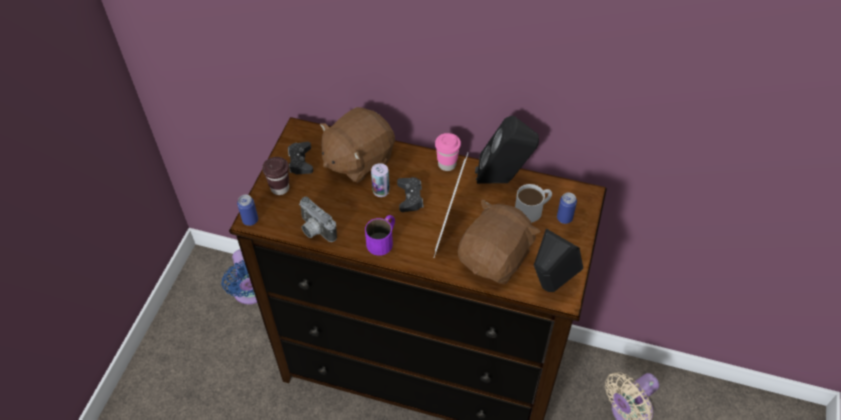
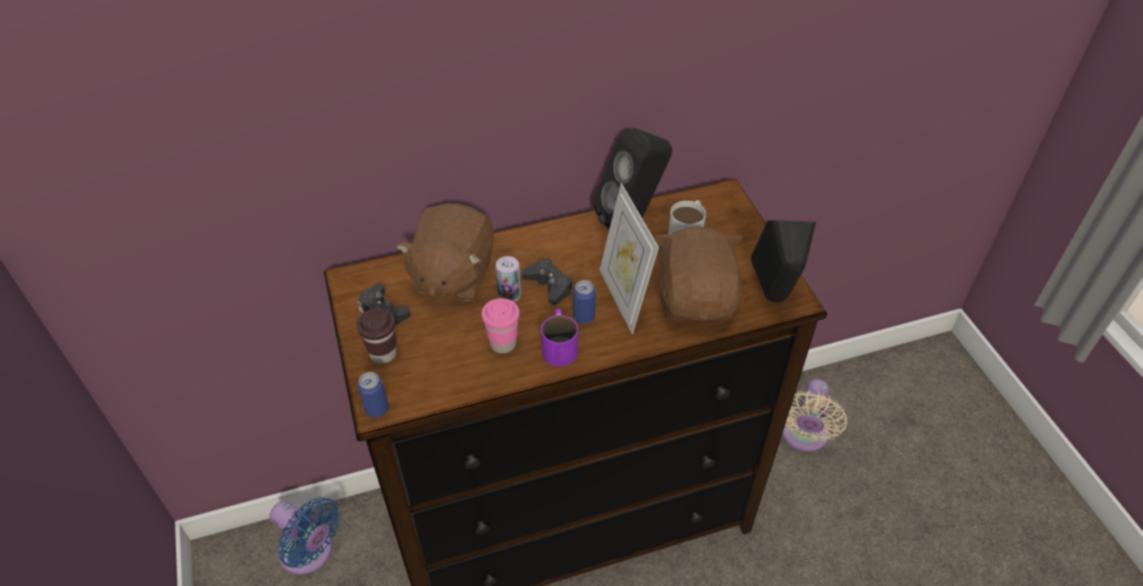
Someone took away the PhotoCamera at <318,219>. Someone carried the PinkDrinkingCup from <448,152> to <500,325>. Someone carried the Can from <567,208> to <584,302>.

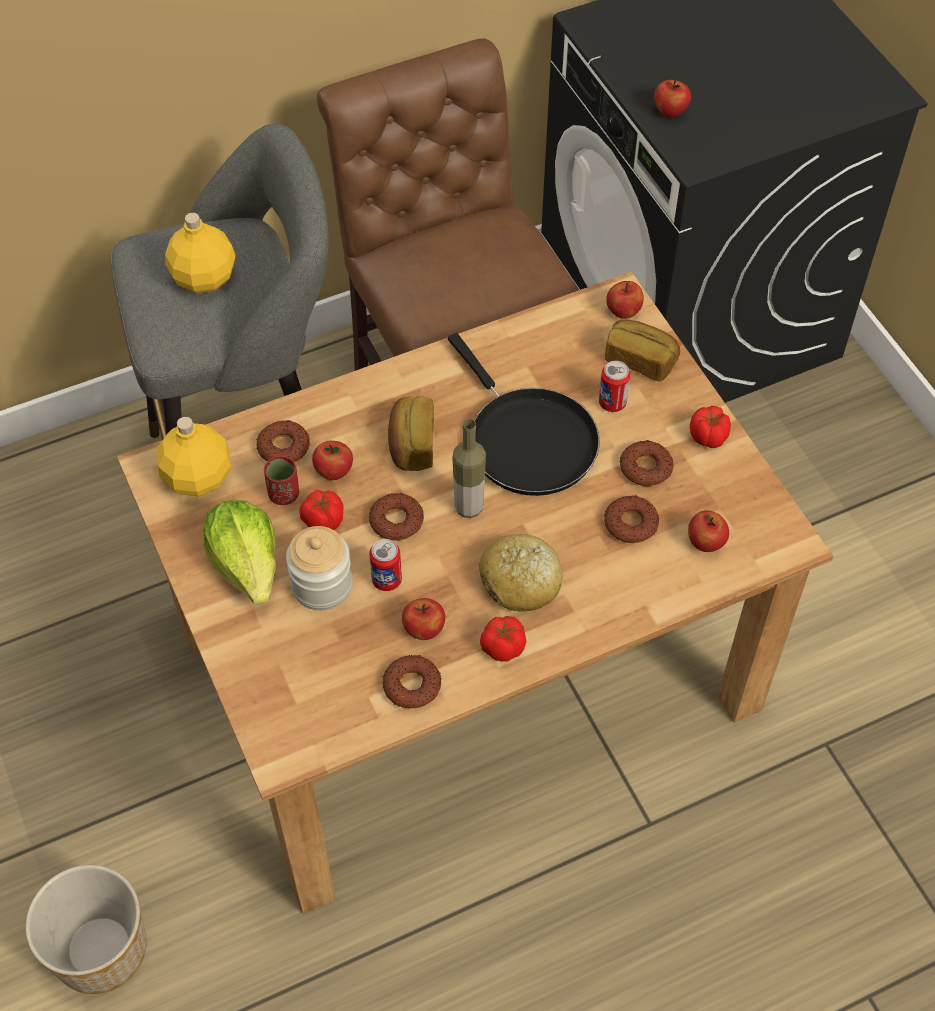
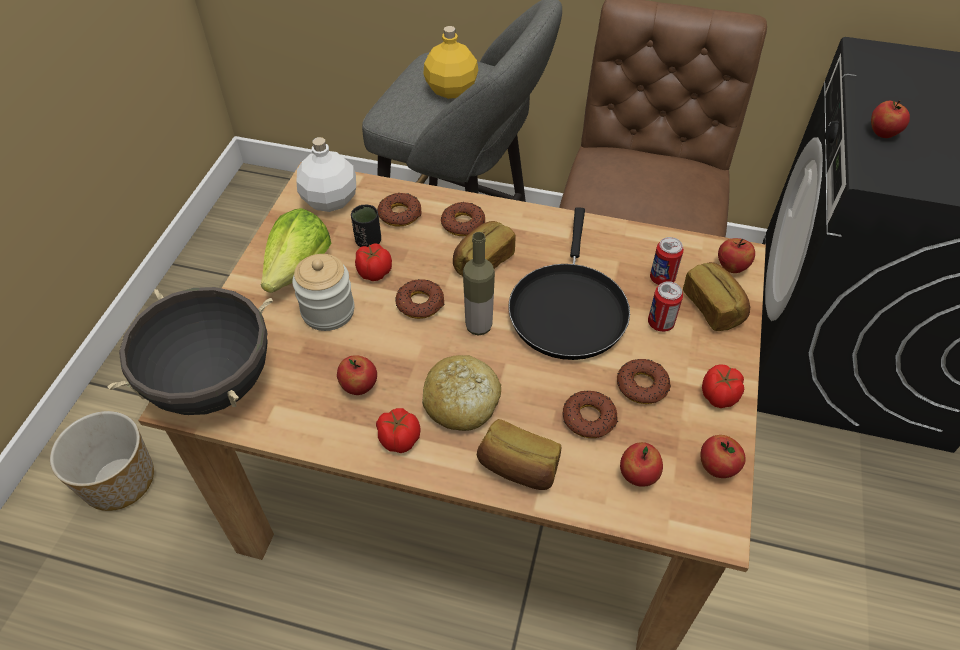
Someone repainted the YellowishBottle at <194,457>, which became the WhiteBottle at <326,174>. Someone repainted the RedDrinkingCup at <281,480>, which became the BlackColouredDrinkingCup at <366,225>. Someone carried the Apple from <332,460> to <723,456>. Someone carried the Can from <385,565> to <667,261>. Someone carried the RingDoughnut from <412,681> to <463,219>. Someone put down the BlackColouredStockpot at <190,351>. Someone put down the BakeryBread at <519,454>.

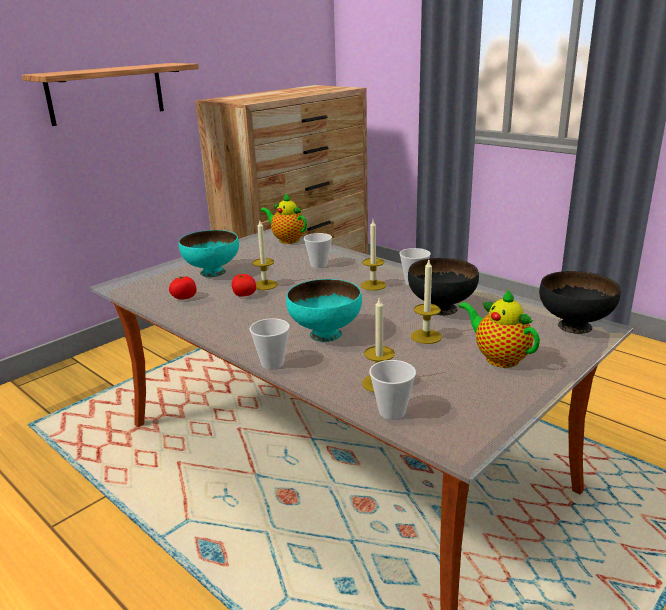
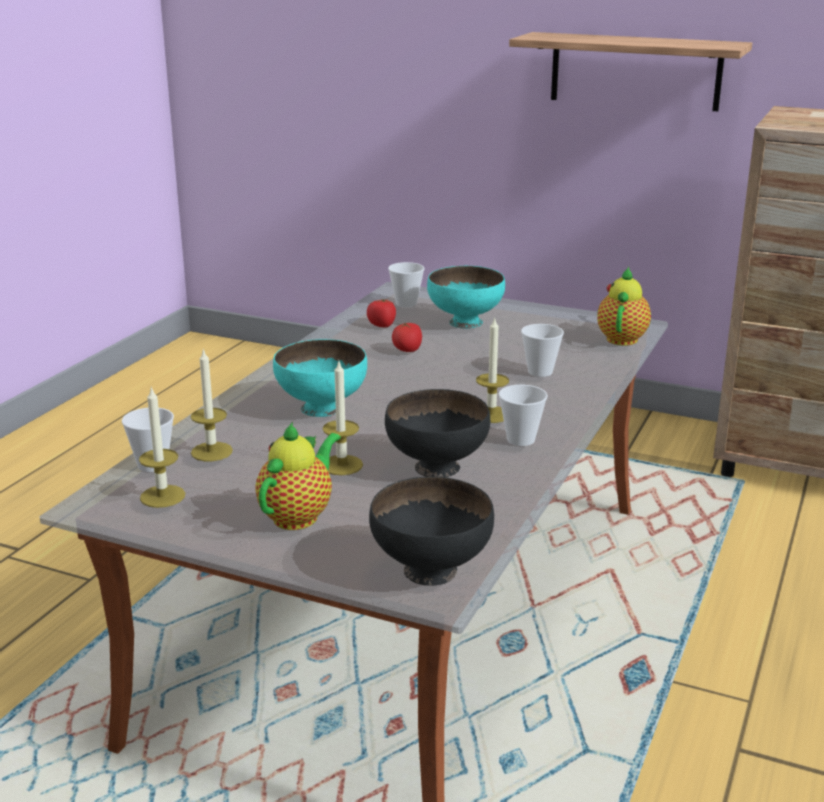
Someone carried the DrinkingCup from <269,343> to <406,284>. Someone carried the WaxCandle from <265,255> to <162,447>.

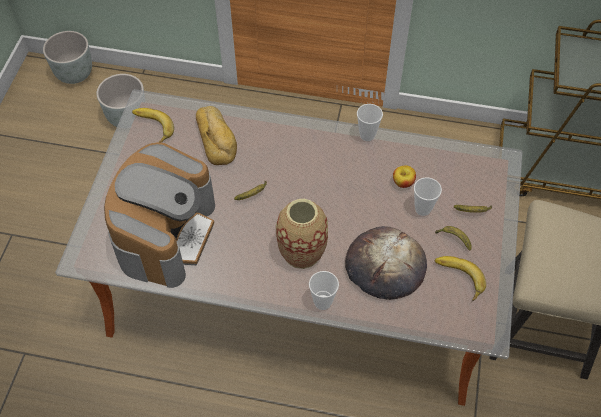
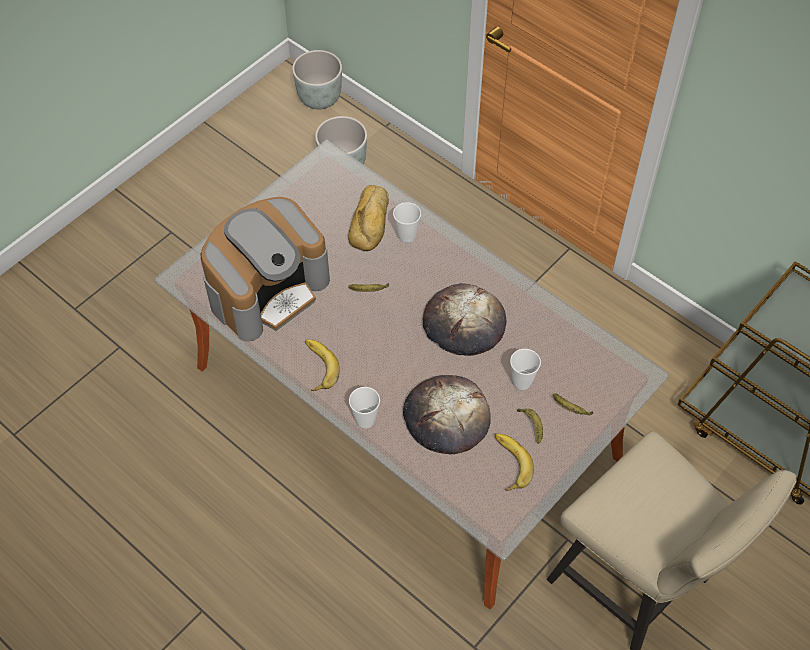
Someone carried the BananaFruit from <153,125> to <322,365>. Someone took away the Vase at <302,234>. Someone carried the DrinkingCup from <370,122> to <407,222>. Someone took away the Apple at <404,177>. Someone put down the BakeryBread at <465,319>.

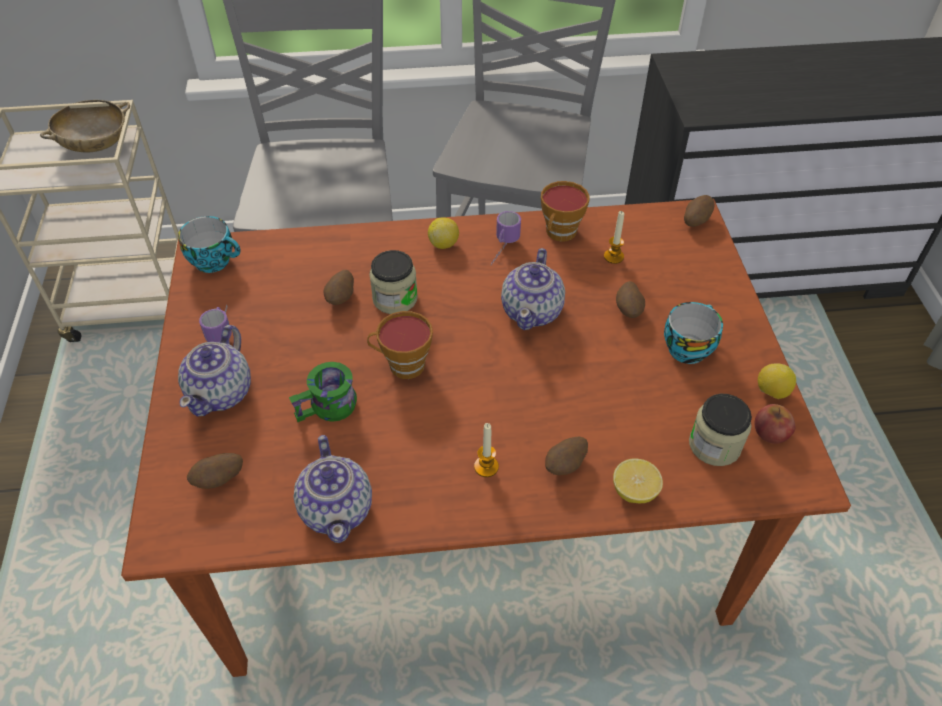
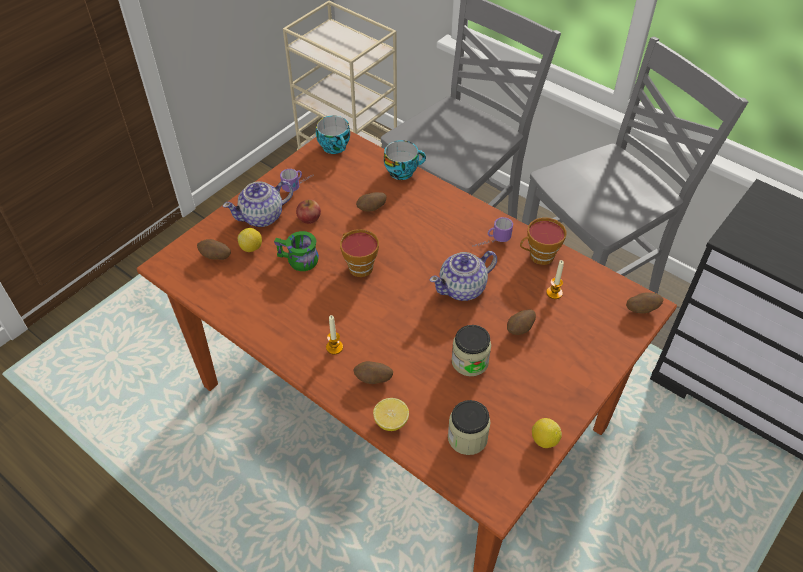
Someone took away the BeigeColouredDeepDish at <85,126>. Someone took away the TeaPot at <332,489>. Someone carried the StorageJar from <393,282> to <471,350>. Someone carried the WholeLemon from <443,233> to <250,240>. Someone carried the DrinkingCup from <693,333> to <405,160>. Someone carried the Apple from <775,424> to <308,211>.

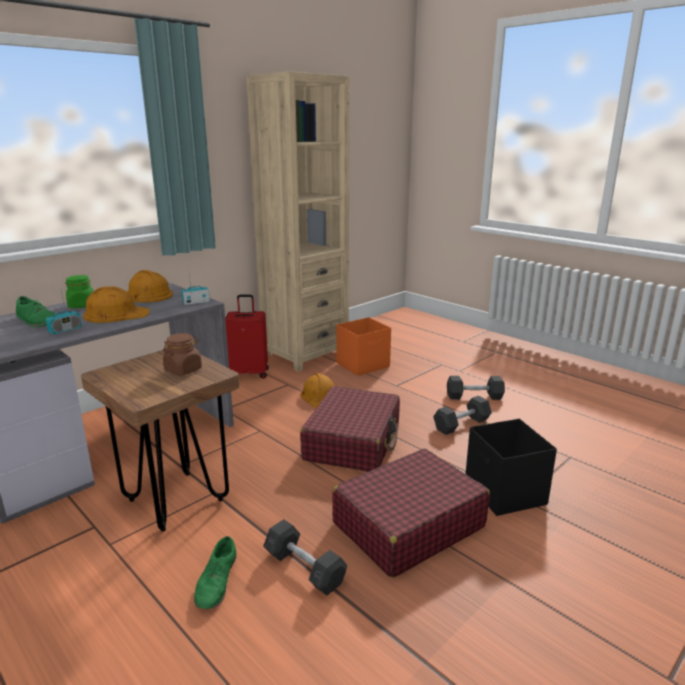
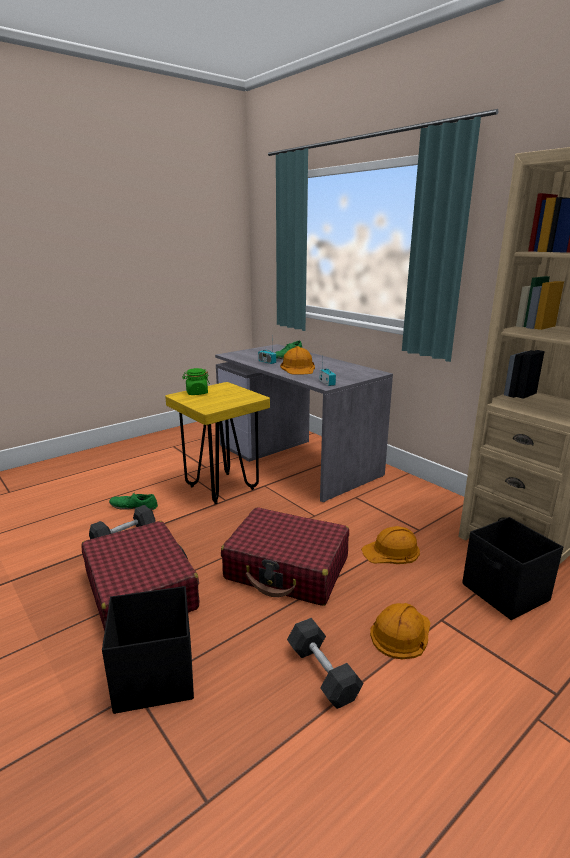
Someone carried the GreenStorageJar from <79,291> to <196,381>. Someone repainted the BrownSittingStool at <160,440>, which became the YellowishSittingStool at <217,443>. Someone carried the OrangeColouredWorkHelmet from <150,286> to <400,631>. Someone took away the BrownStorageJar at <182,354>. Someone took away the RedPieceOfLuggage at <247,337>. Someone repainted the OrangeColouredStorageContainer at <363,346>, which became the BlackColouredStorageContainer at <512,568>. Someone took away the GreyFreeWeight at <476,388>.

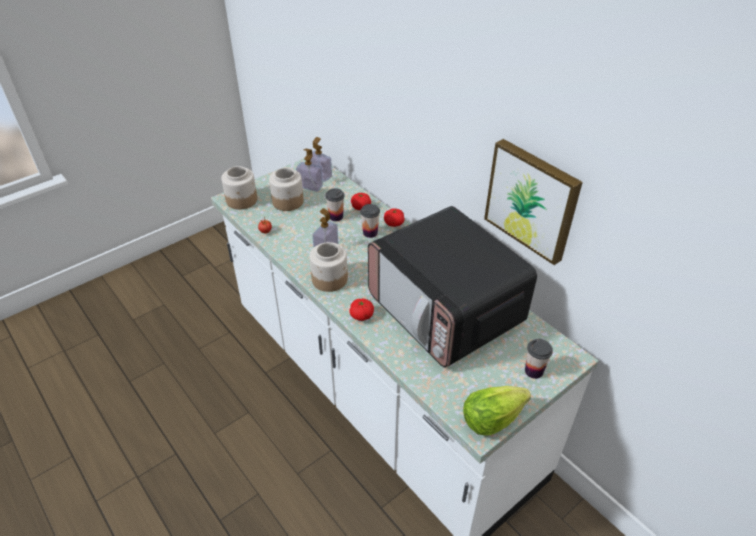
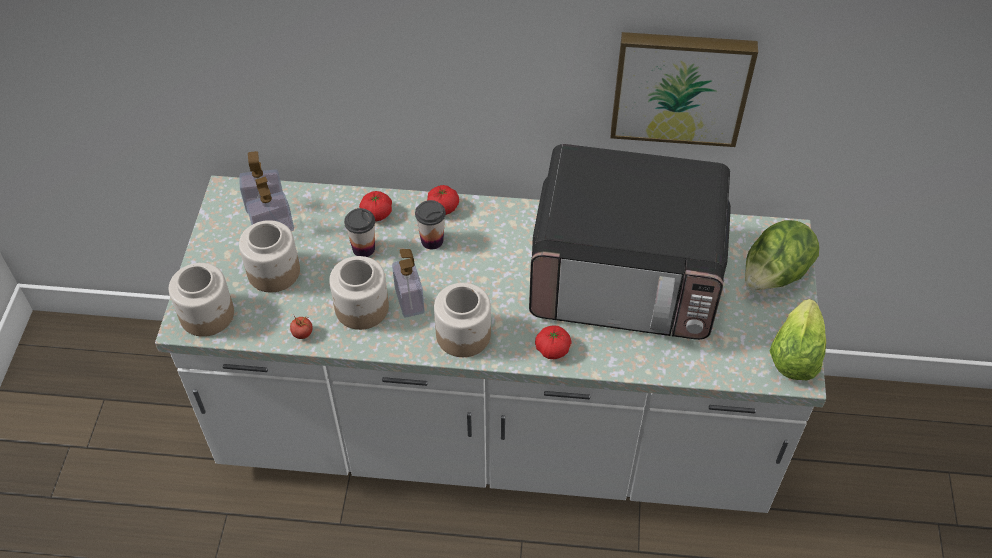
Someone swapped the DrinkingCup at <539,359> for the HeadOfLettuce at <782,255>. Someone put down the StorageJar at <359,293>.

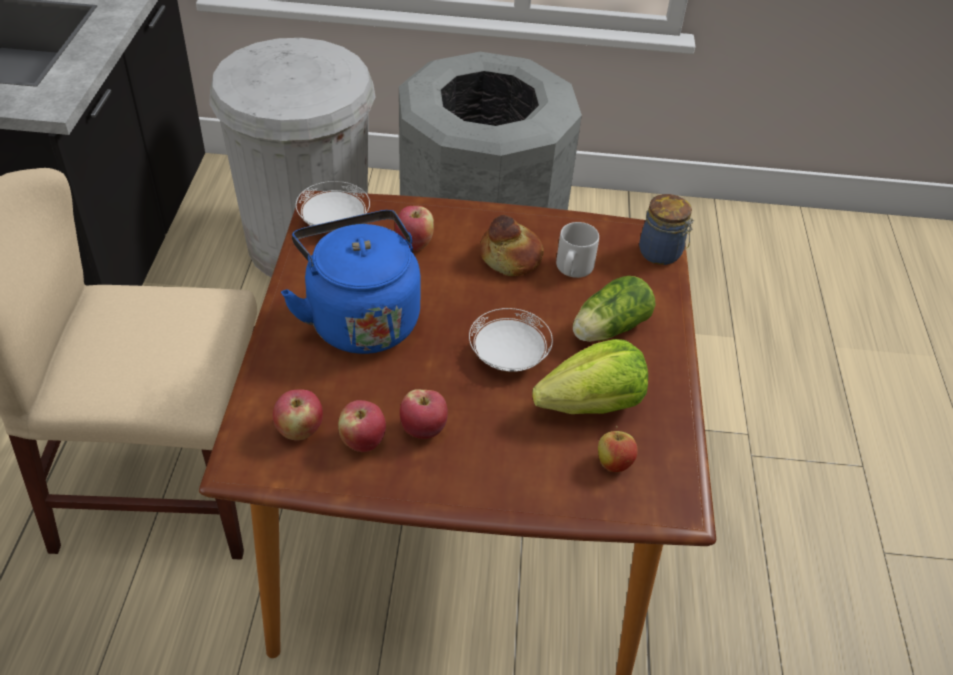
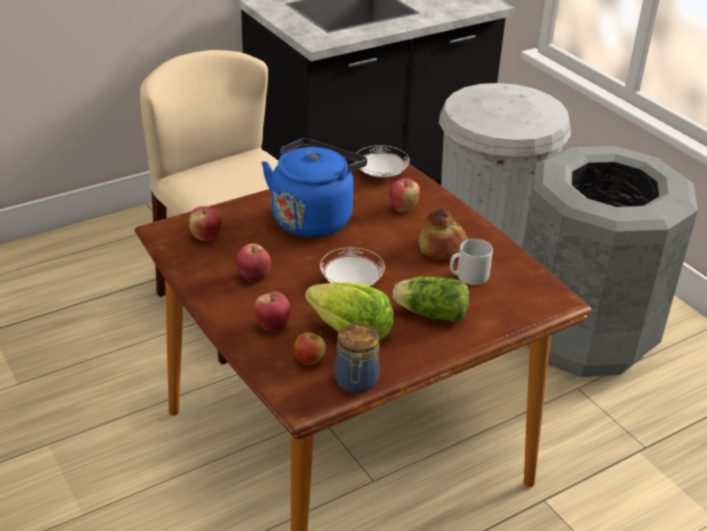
Someone carried the Apple from <362,426> to <273,311>. Someone carried the StorageJar from <666,229> to <357,358>.

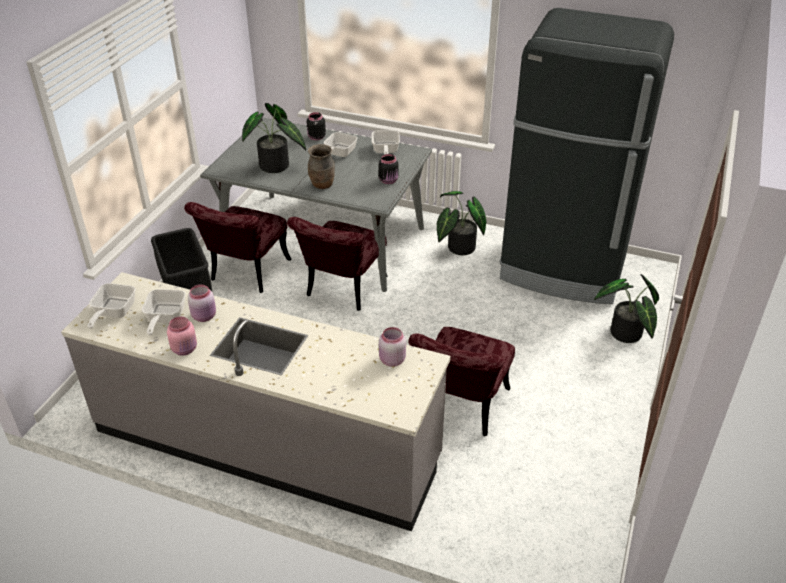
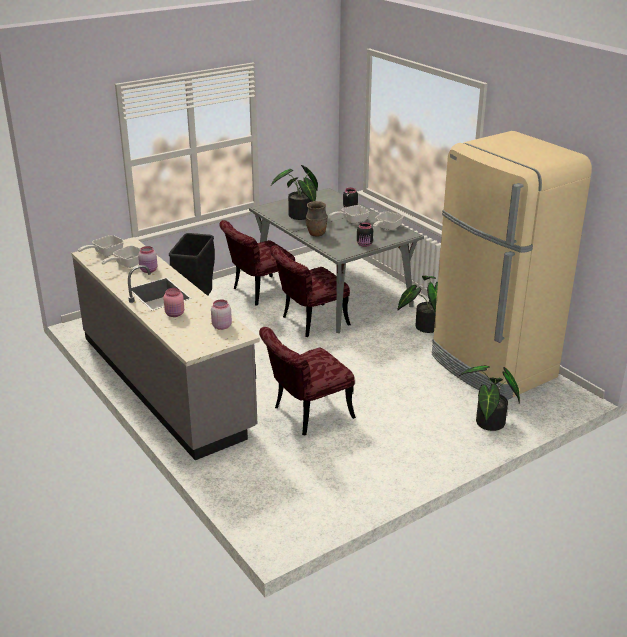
Someone carried the PinkStorageJar from <182,335> to <173,302>. Someone repainted the BlackColouredFridge at <586,156>, which became the BeigeColouredFridge at <512,265>.

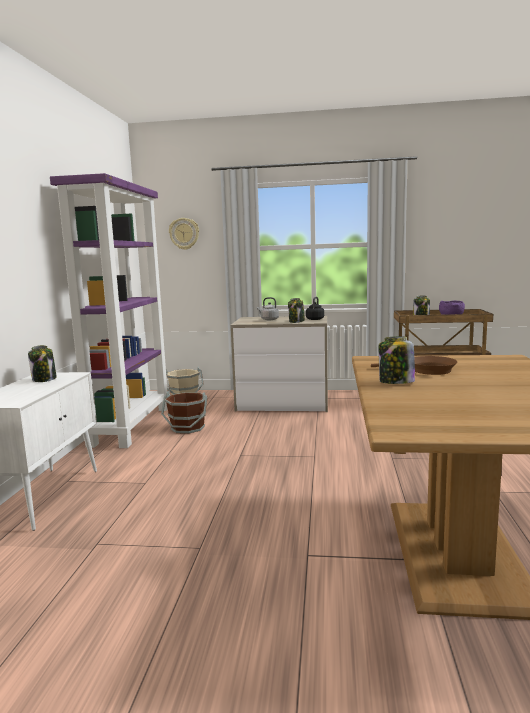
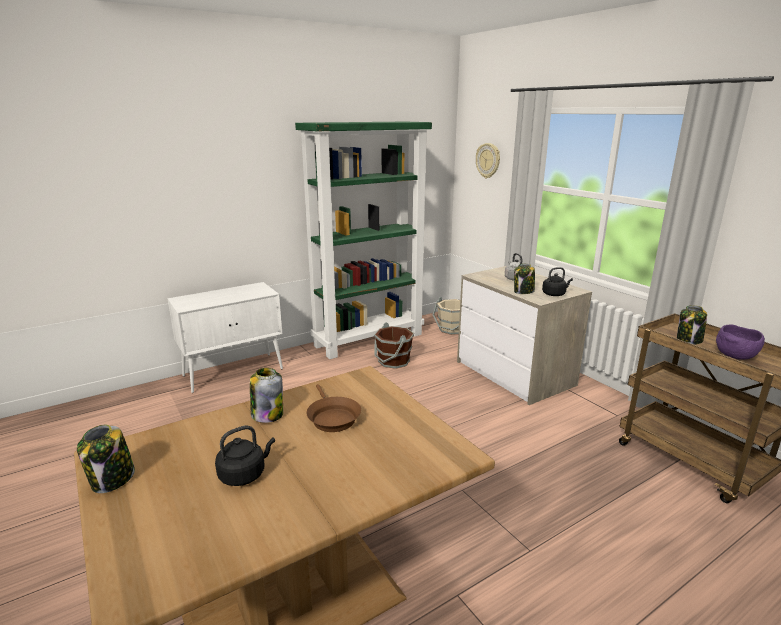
Someone carried the StorageJar from <42,363> to <106,459>. Someone repainted the PurpleShelvingUnit at <110,310>, which became the GreenShelvingUnit at <363,240>. Someone put down the BlackColouredWaterKettle at <245,455>.

